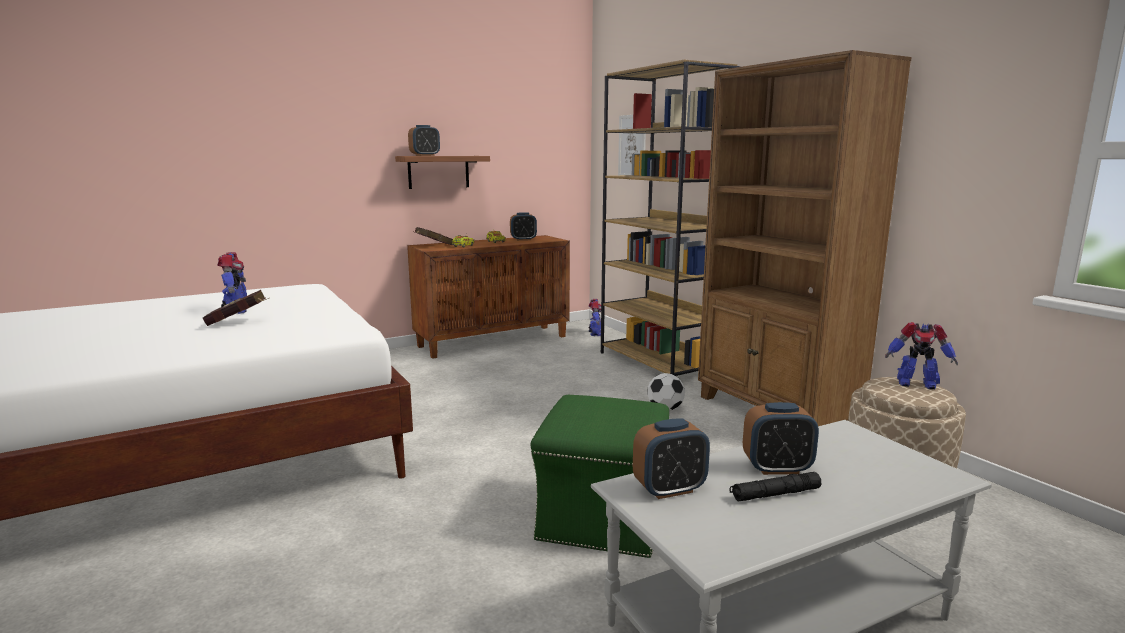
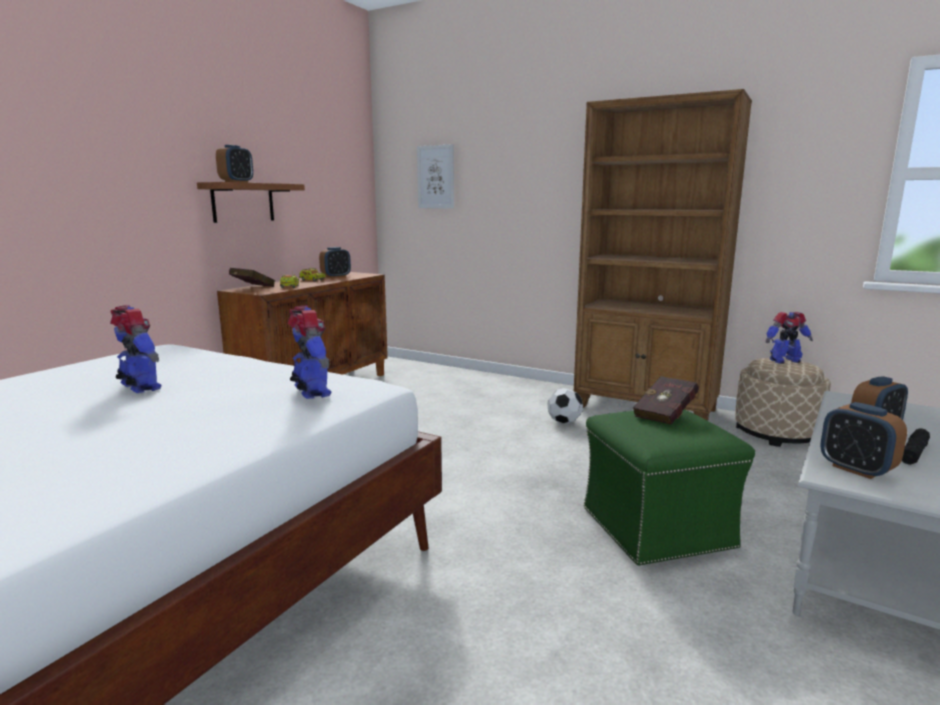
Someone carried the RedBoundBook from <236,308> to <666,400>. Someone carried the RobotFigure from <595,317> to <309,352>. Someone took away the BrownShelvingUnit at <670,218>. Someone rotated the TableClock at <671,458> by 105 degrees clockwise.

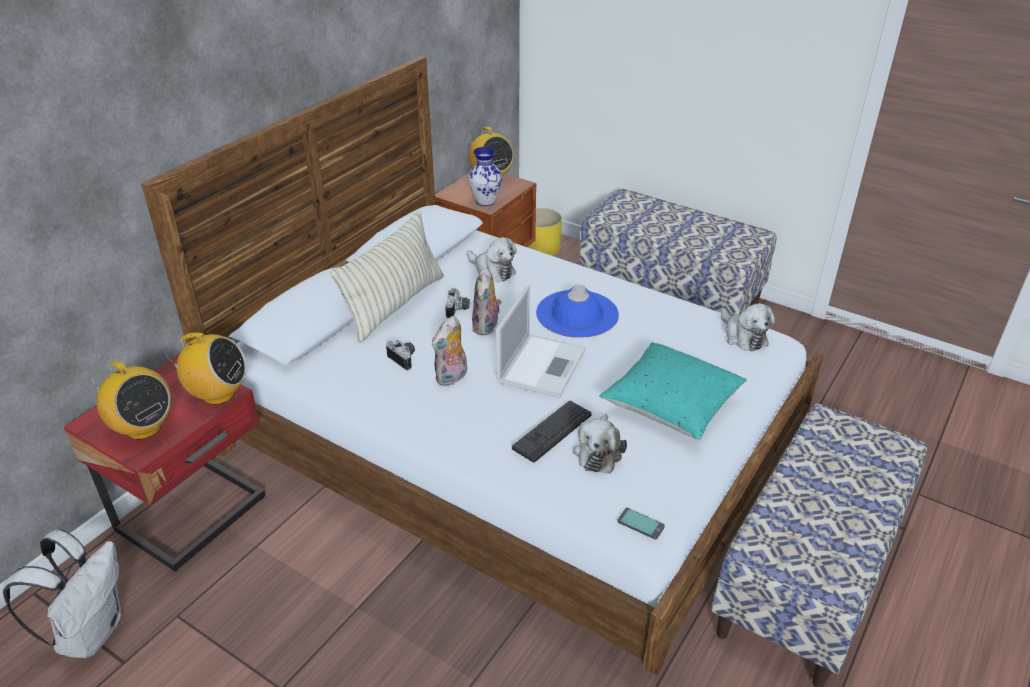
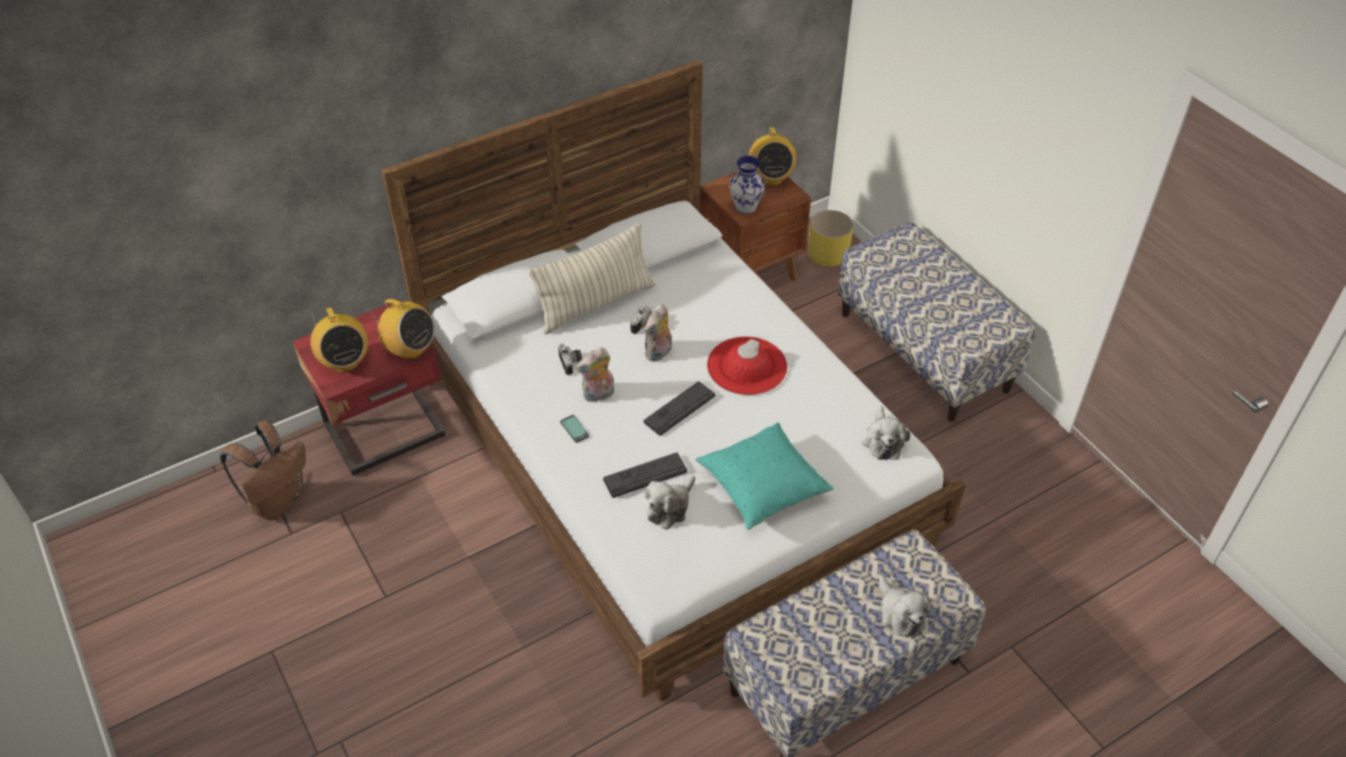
Someone repainted the WhiteBackpack at <62,593>, which became the BrownBackpack at <263,470>. Someone carried the CuddlyToy from <492,259> to <905,606>. Someone swapped the PortableComputer at <541,341> for the ComputerKeyboard at <679,408>. Someone repainted the BluishClothingHat at <577,311>, which became the RedClothingHat at <747,366>. Someone carried the Handset from <641,524> to <574,429>.

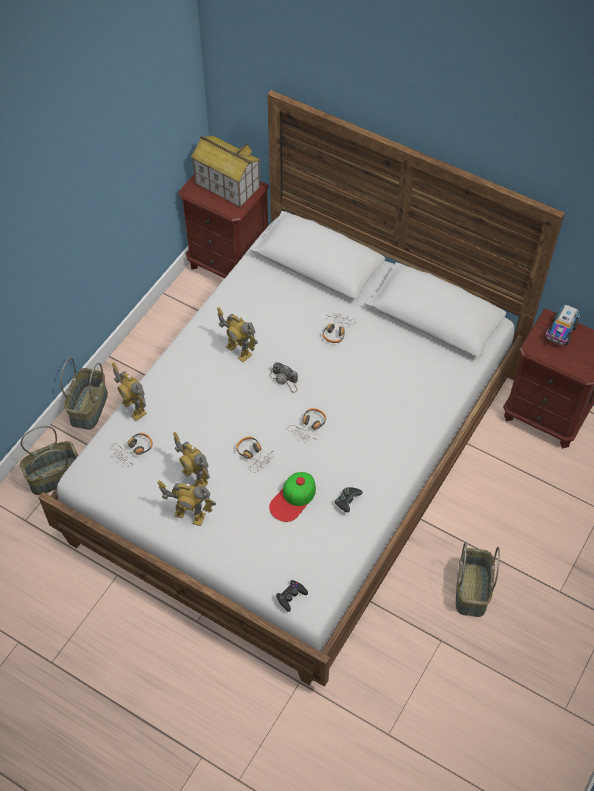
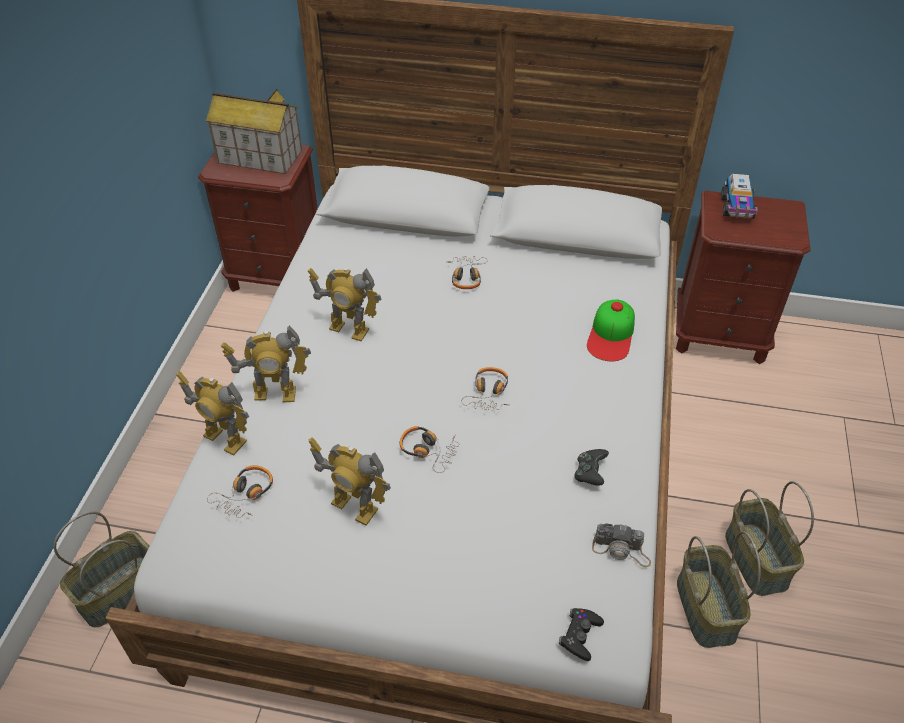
Someone carried the HouseholdBasket from <84,393> to <719,589>. Someone carried the RobotFigure from <186,503> to <266,363>. Someone carried the PhotoCamera from <283,377> to <621,545>. Someone carried the BaseballCap from <292,497> to <611,330>.

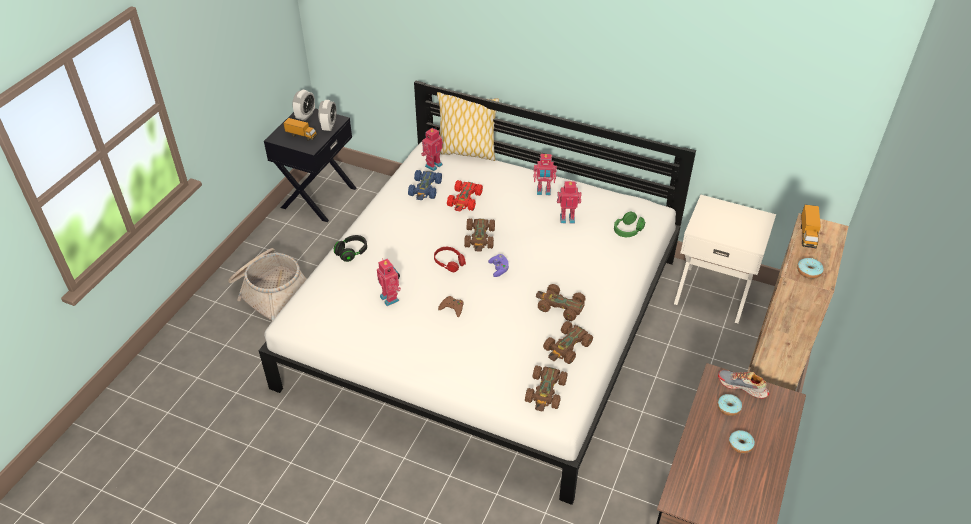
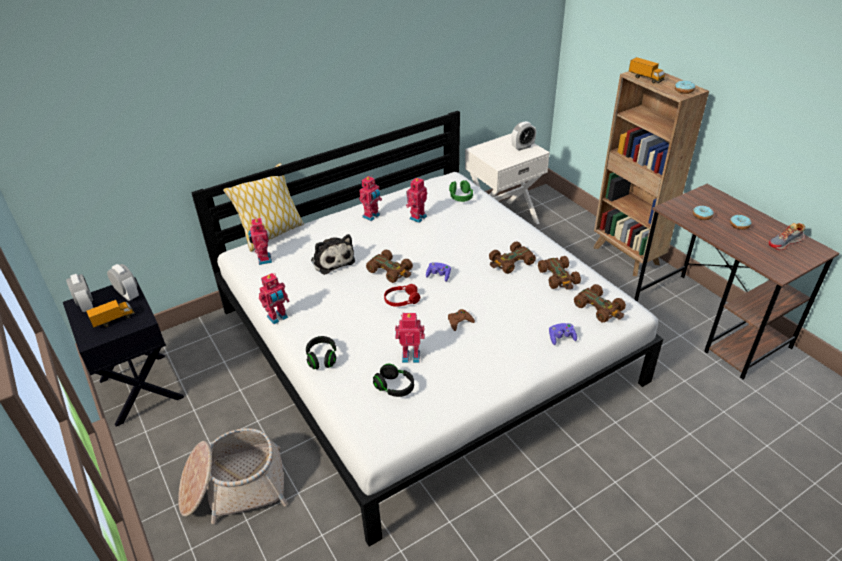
Someone took away the BluishToyCar at <425,185>. Someone swapped the RedToyCar at <465,195> for the CuddlyToy at <333,254>. Someone carried the LowShoe from <743,384> to <786,236>. Someone put down the RobotFigure at <274,298>. Someone put down the BlackColouredPairOfHeadphones at <393,380>. Someone put down the TableClock at <524,136>. Someone put down the PurpleGamepad at <563,334>.

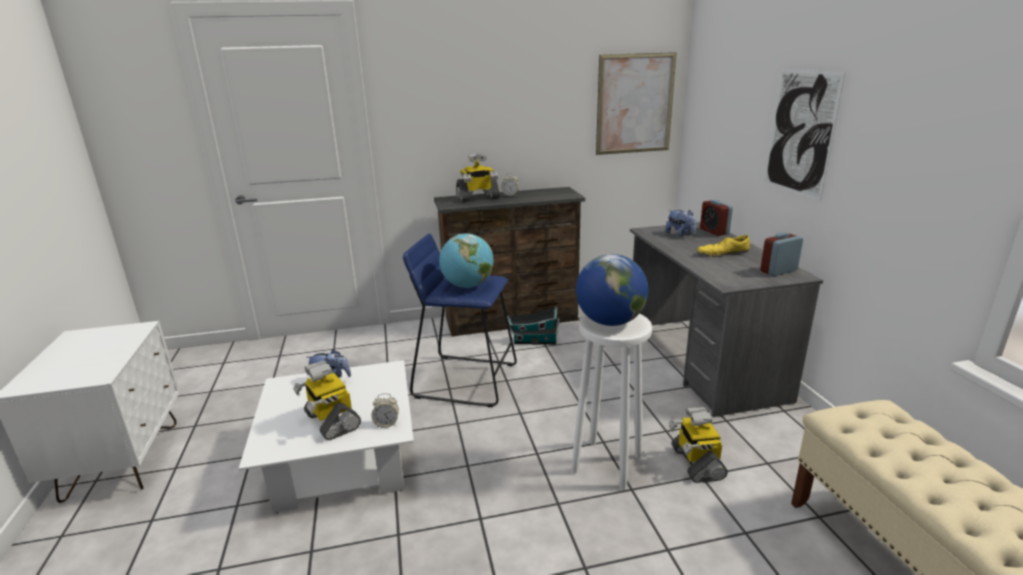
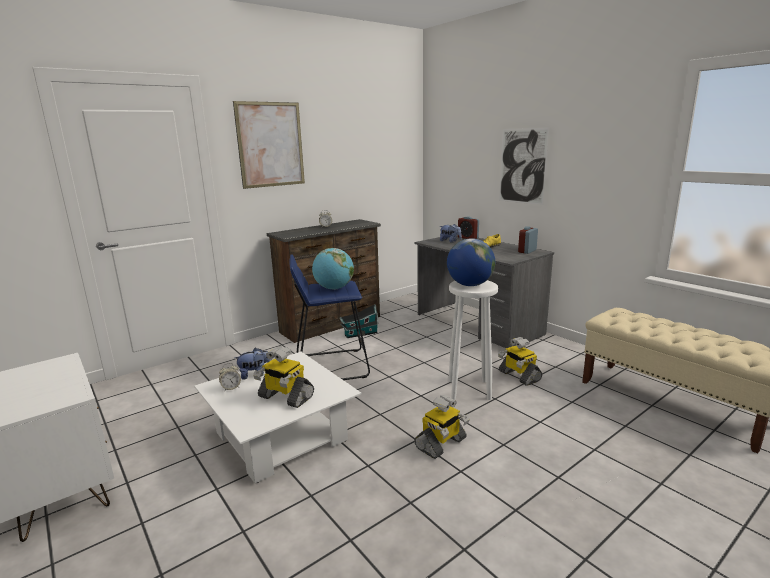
Someone carried the TableClock from <385,410> to <230,377>. Someone carried the RobotFigure from <478,177> to <442,427>. Someone carried the WallArt from <636,103> to <269,145>.

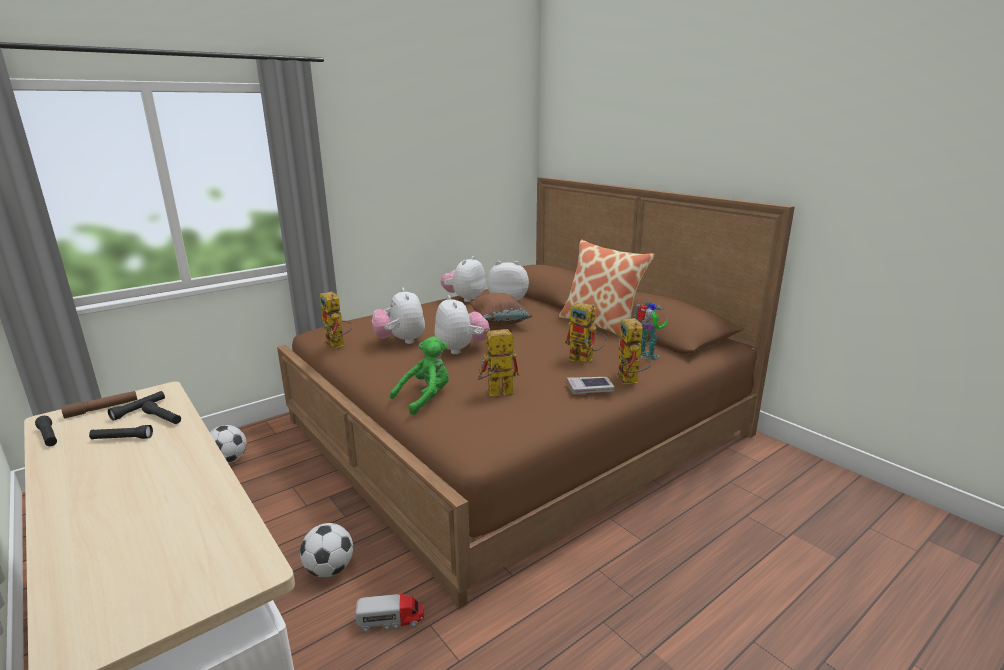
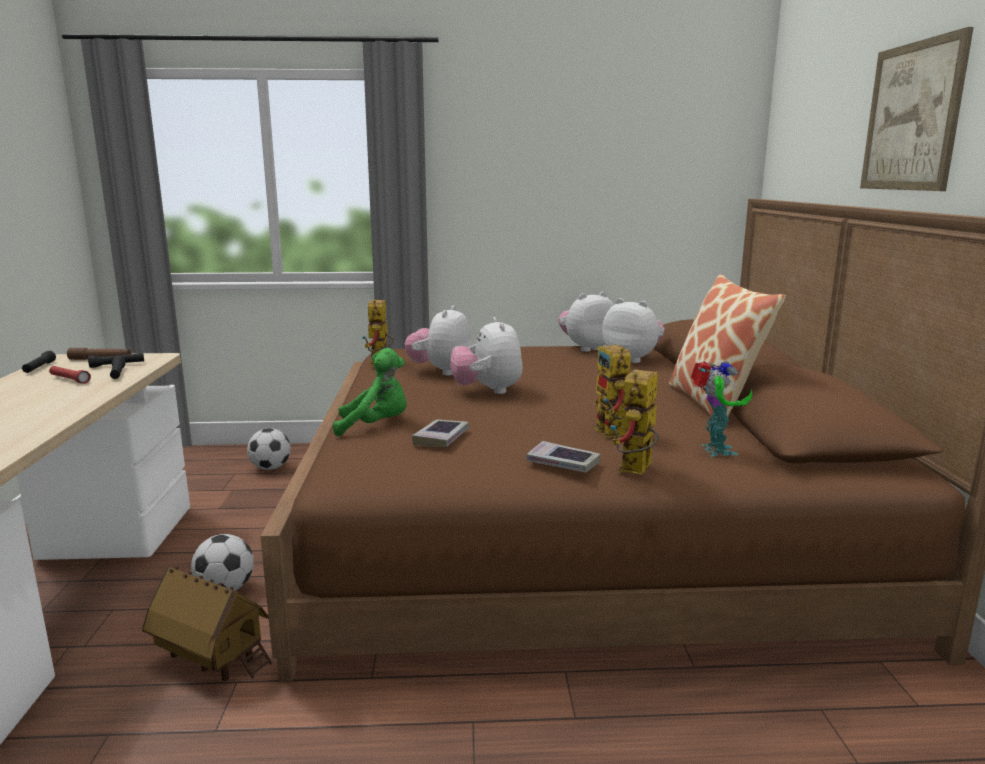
Someone repainted the BlackColouredTorch at <121,432>, which became the RedTorch at <70,375>. Someone swapped the ModelTruck at <389,613> for the ToyHouse at <207,623>. Someone rotated the CuddlyToy at <462,324> by 150 degrees clockwise. Someone took away the BrownPillow at <501,309>. Someone swapped the RobotFigure at <498,362> for the BoundBook at <440,433>. Someone put up the WallArt at <917,109>.

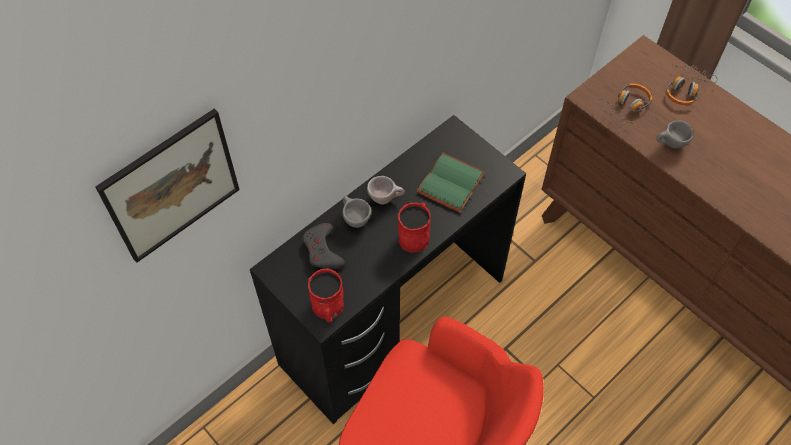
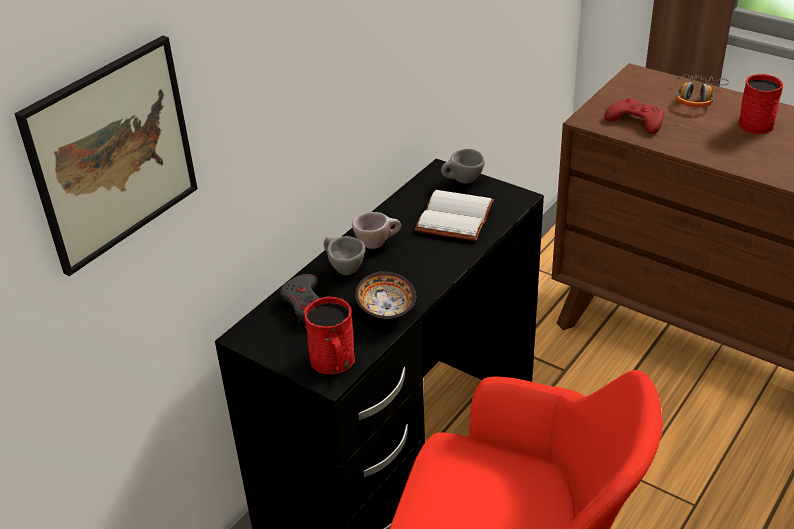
Someone carried the RedCoffeeMug from <414,227> to <760,104>. Someone repainted the GreenBoundBook at <451,183>, which became the WhiteBoundBook at <454,215>. Someone swapped the PairOfHeadphones at <623,104> for the RedGamepad at <634,116>. Someone carried the GreyDrinkingCup from <675,134> to <463,166>. Someone put down the DeepDish at <385,295>.

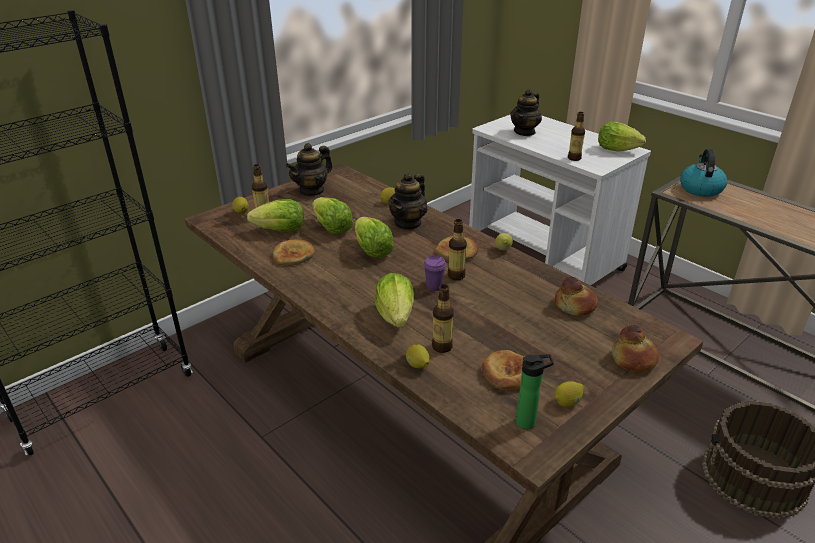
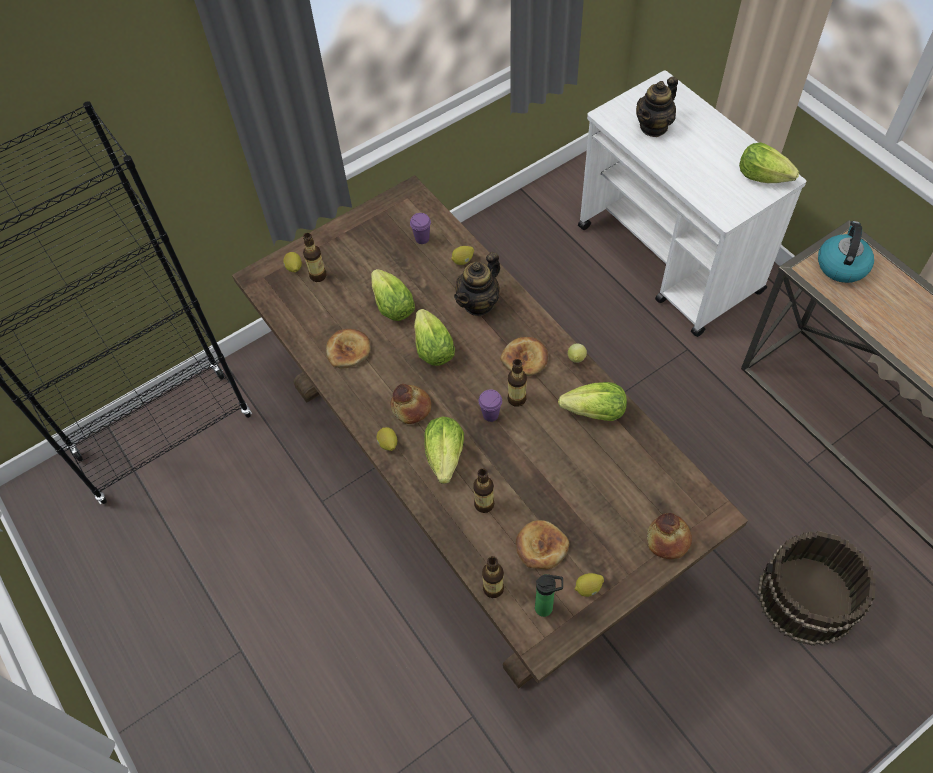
Someone carried the HeadOfLettuce from <275,215> to <592,401>. Someone took away the TeaPot at <309,170>. Someone carried the WholeLemon from <418,356> to <387,439>. Someone carried the BakeryBread from <576,296> to <411,404>. Someone carried the Bottle from <576,136> to <493,577>. Someone put down the PurpleDrinkingCup at <420,228>.

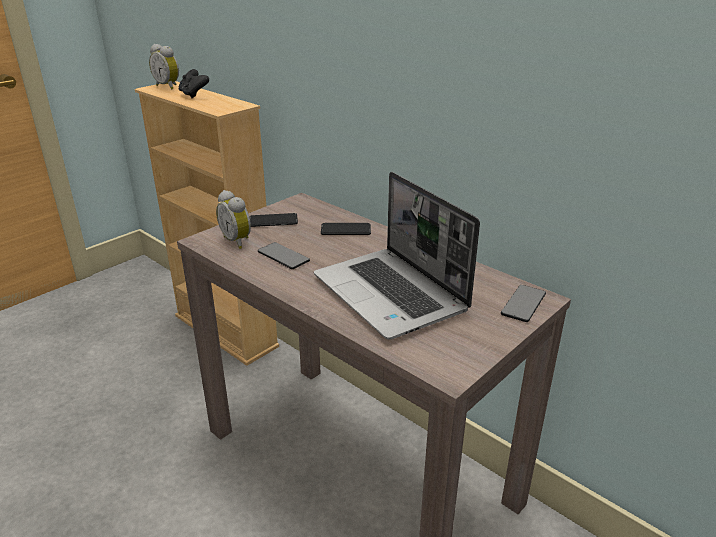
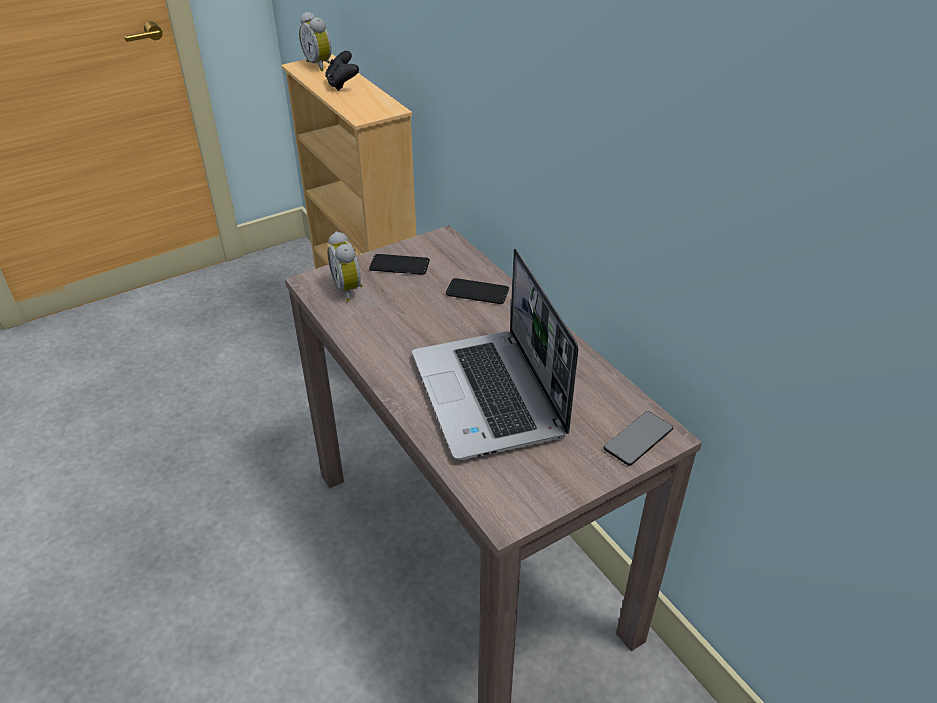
Someone took away the Handset at <284,255>.

